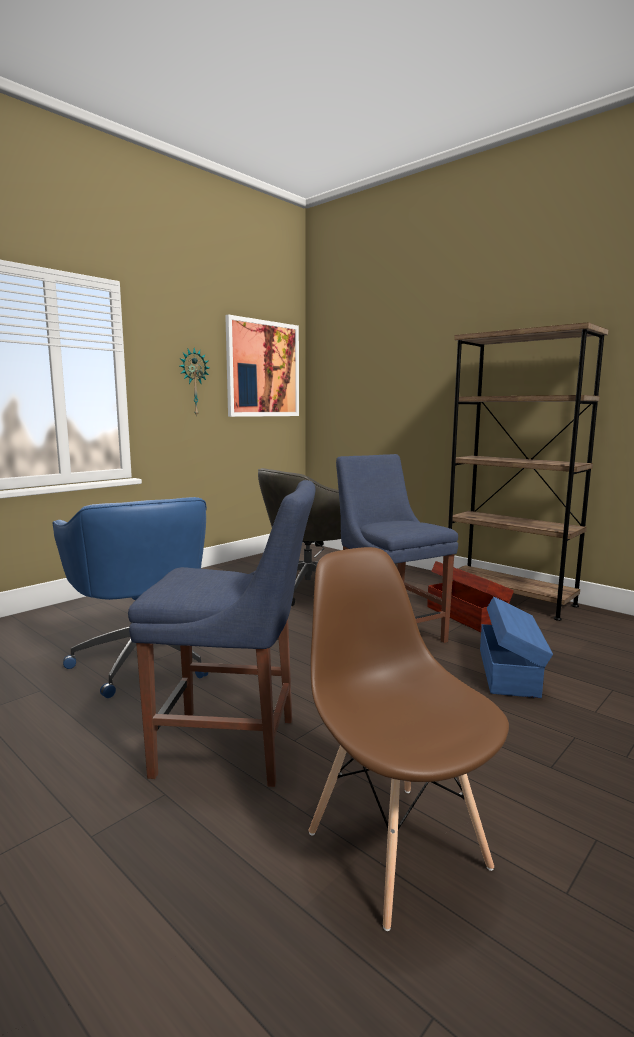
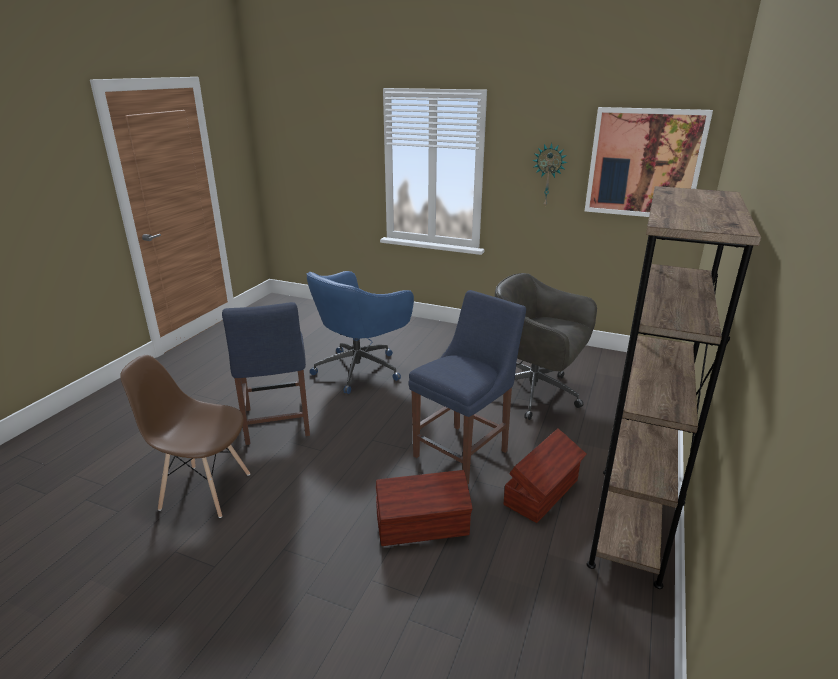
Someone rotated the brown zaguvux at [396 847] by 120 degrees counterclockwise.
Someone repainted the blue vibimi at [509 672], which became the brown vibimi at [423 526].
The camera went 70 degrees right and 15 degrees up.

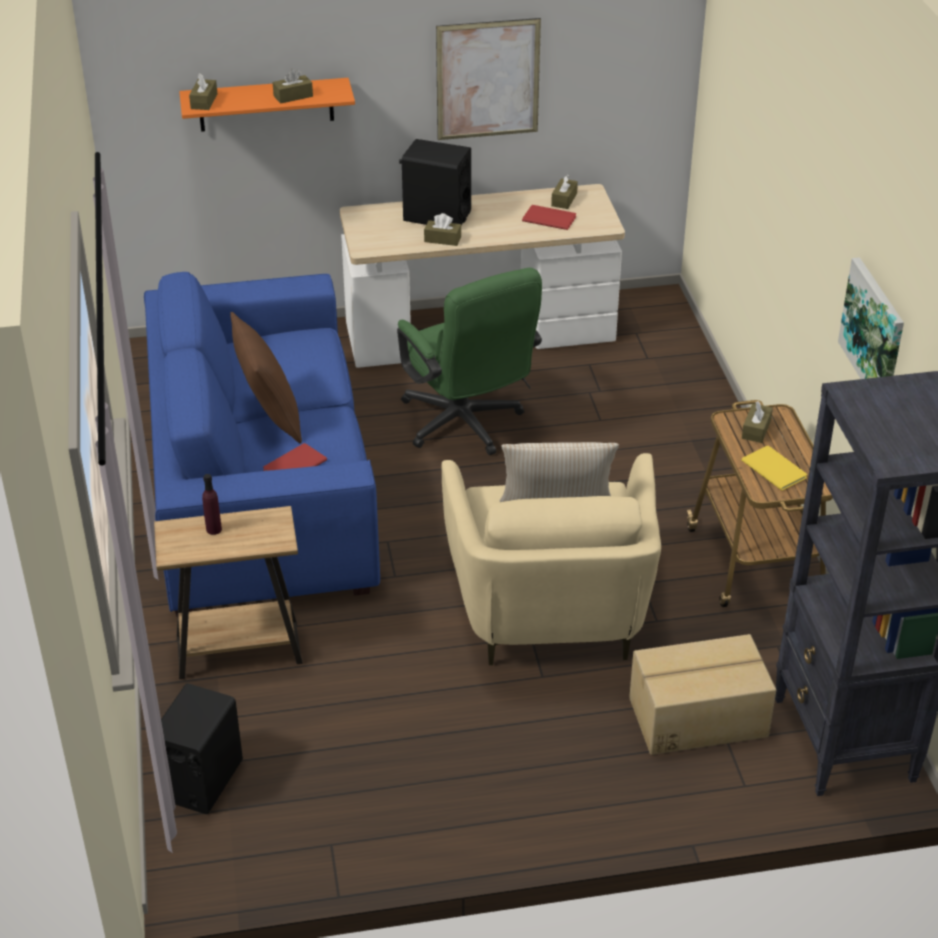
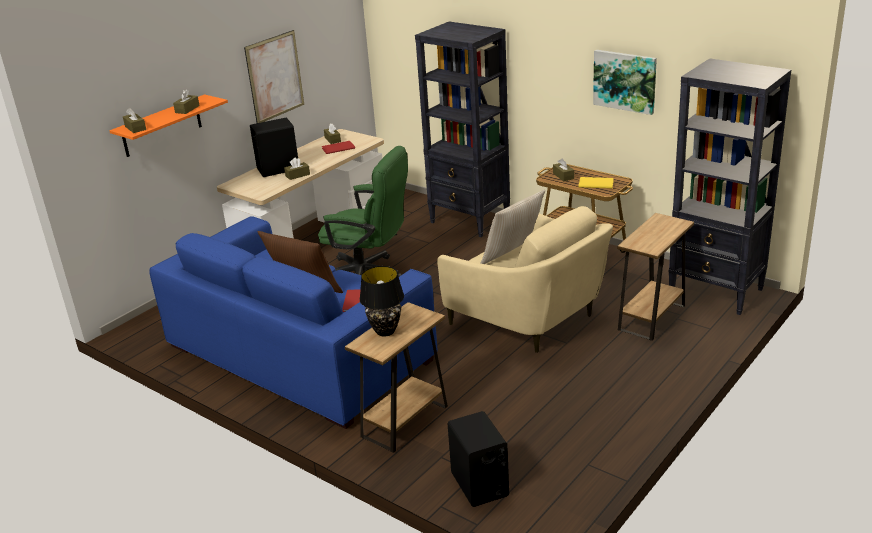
Someone swapped the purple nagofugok at [214 529] for the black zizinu at [385 331].
Someone swapped the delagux at [697 716] for the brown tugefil at [651 317].
Someone put down the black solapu at [470 220].
The camera went 40 degrees left and 10 degrees down.

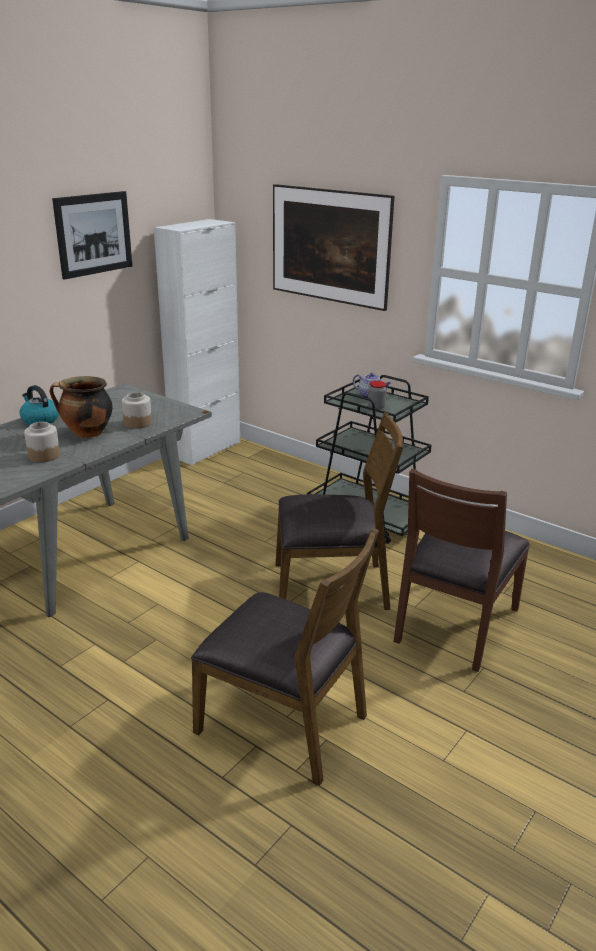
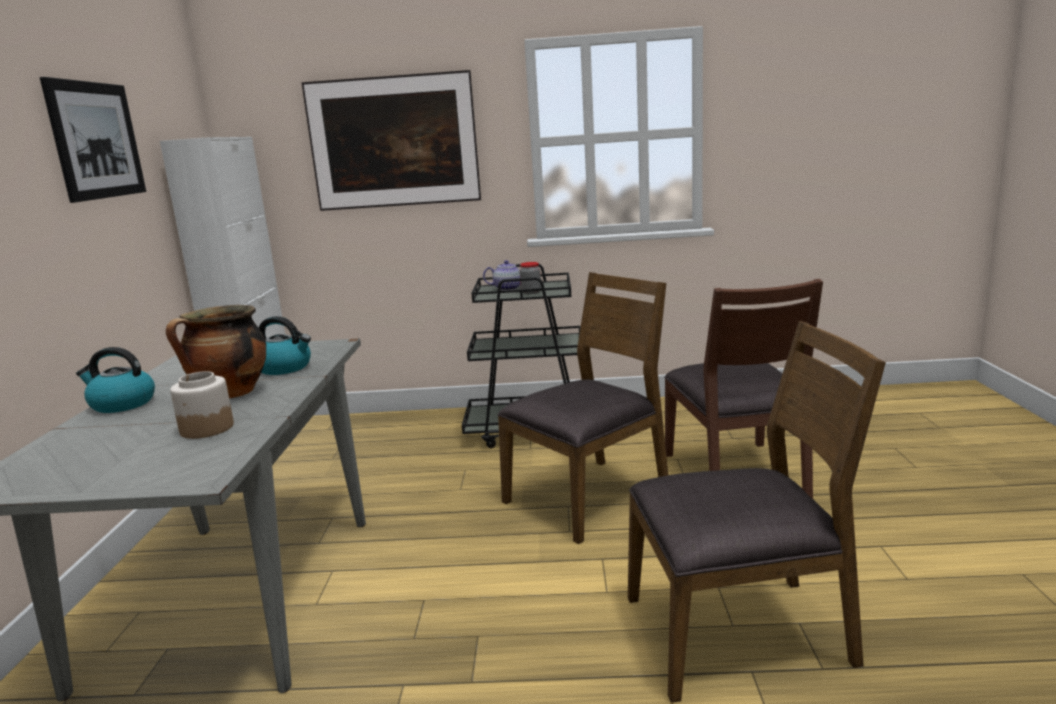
Someone swapped the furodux at [138 423] for the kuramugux at [285 368].
The camera went 35 degrees left and 10 degrees down.

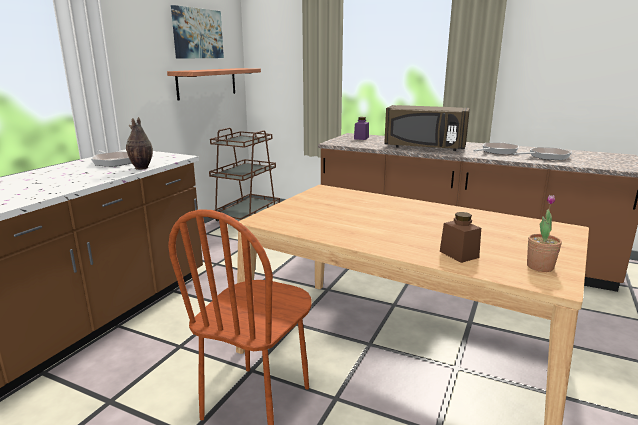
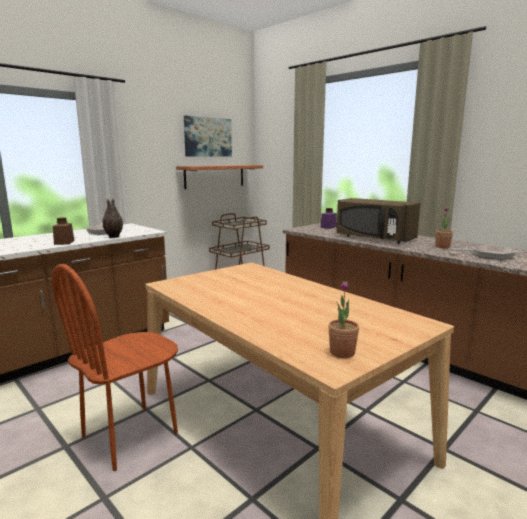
Someone carried the brown furodux from [459 254] to [64 242].
Someone swapped the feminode at [497 151] for the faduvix at [442 247].
The camera went 20 degrees right and 5 degrees down.

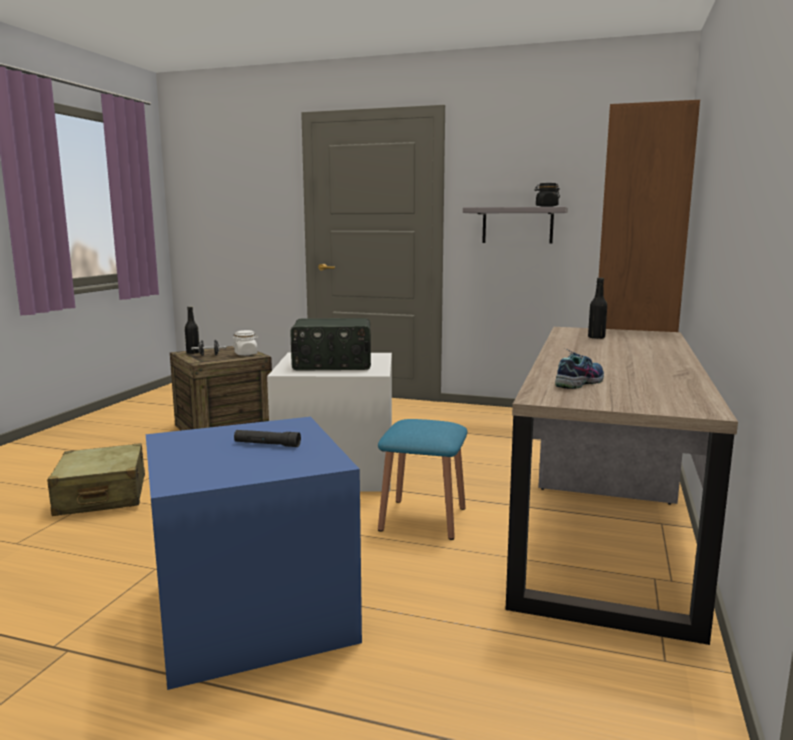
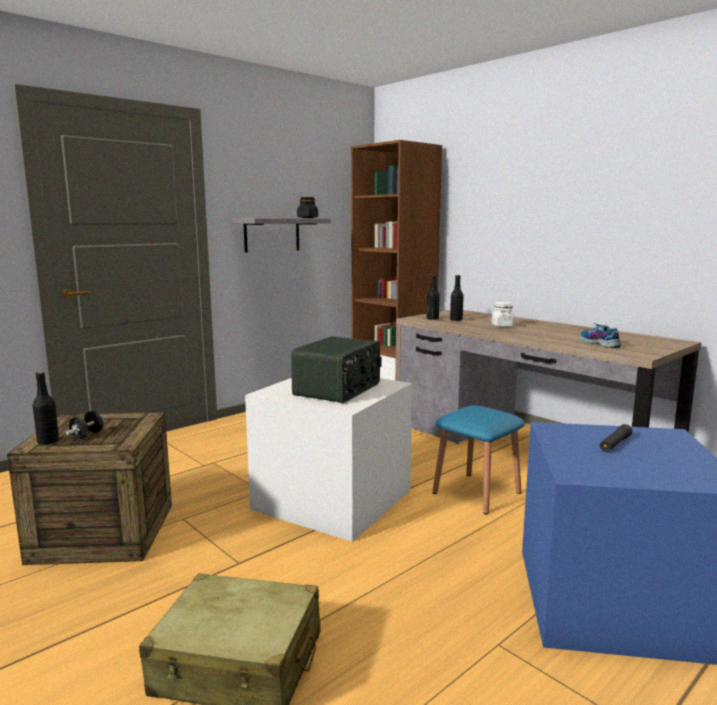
Someone carried the white furodux from [246 354] to [502 325].
Someone put down the black nagofugok at [432 319].
The camera went 60 degrees left and 0 degrees up.

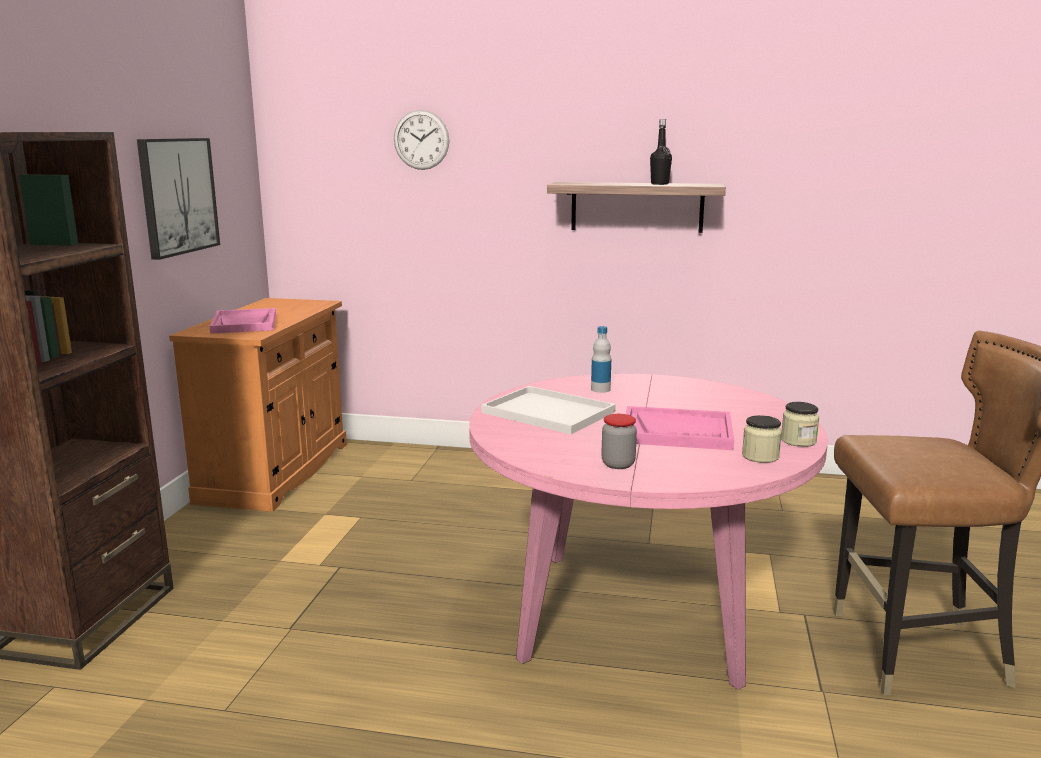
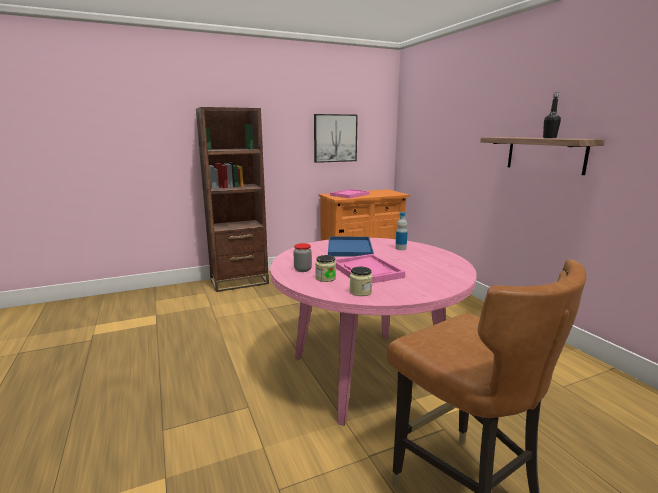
Someone took away the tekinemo at [421 140].
Someone repainted the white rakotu at [551 412], which became the blue rakotu at [350 248].
Someone carried the furodux from [798 441] to [325 278].
The camera went 55 degrees right and 0 degrees up.

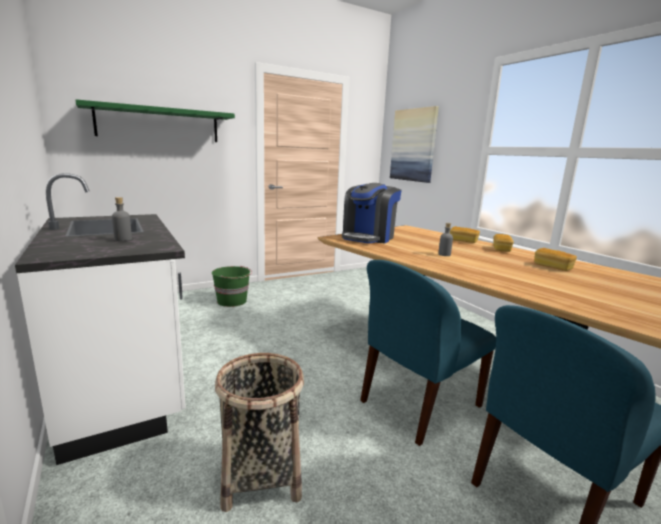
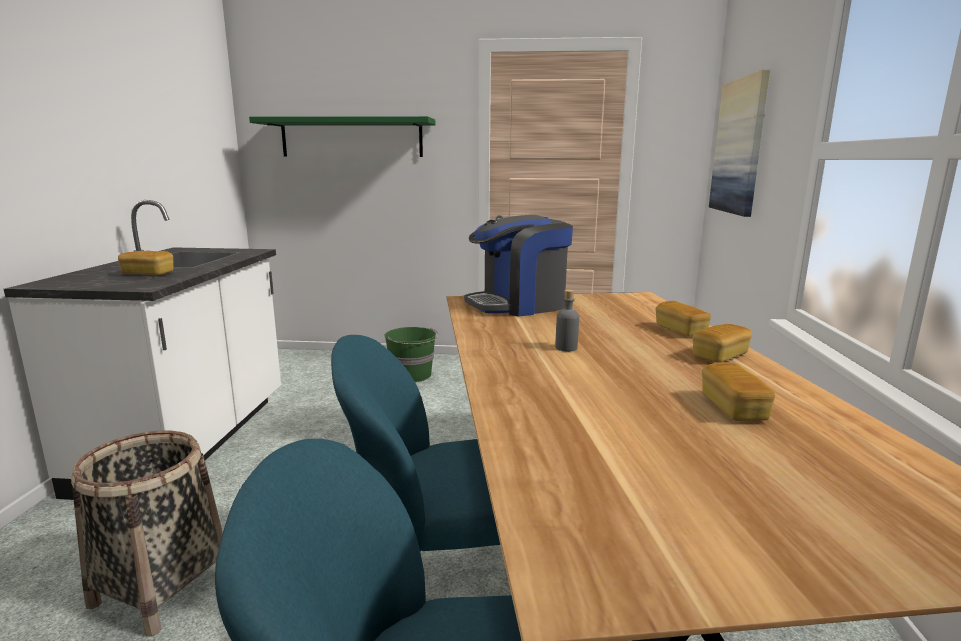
Someone swapped the grey nagofugok at [123 239] for the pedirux at [148 274].
The camera went 35 degrees right and 0 degrees up.

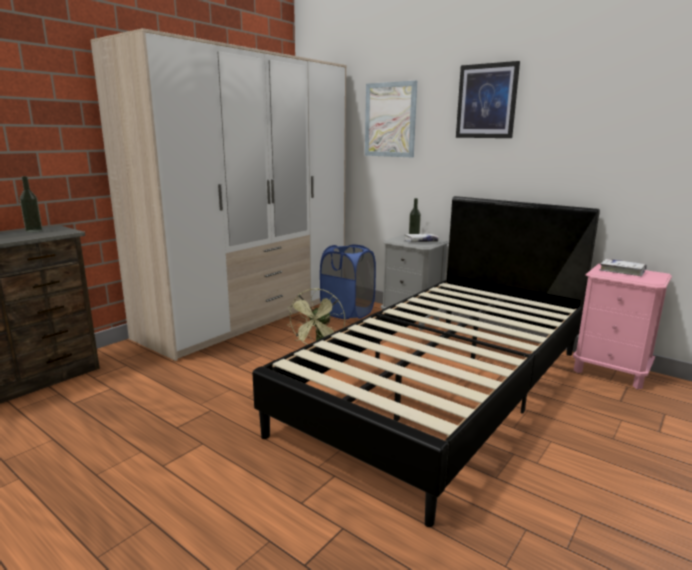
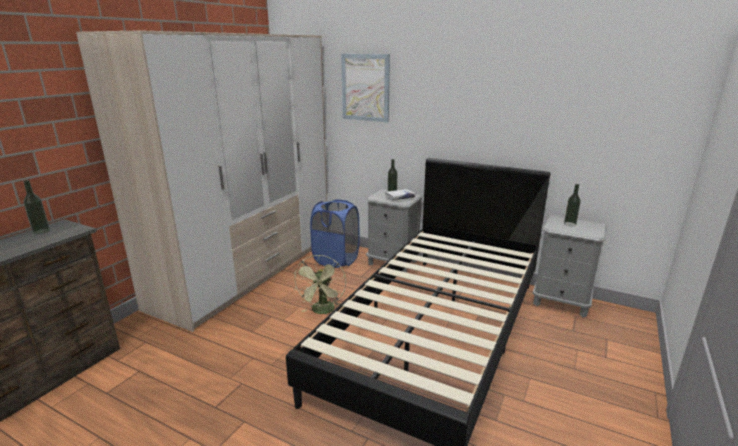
Someone took away the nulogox at [486 101].
Someone repainted the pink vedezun at [611 372], which became the grey vedezun at [561 302].
Someone swapped the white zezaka at [622 271] for the nagofugok at [569 224].
The camera went 10 degrees left and 5 degrees up.

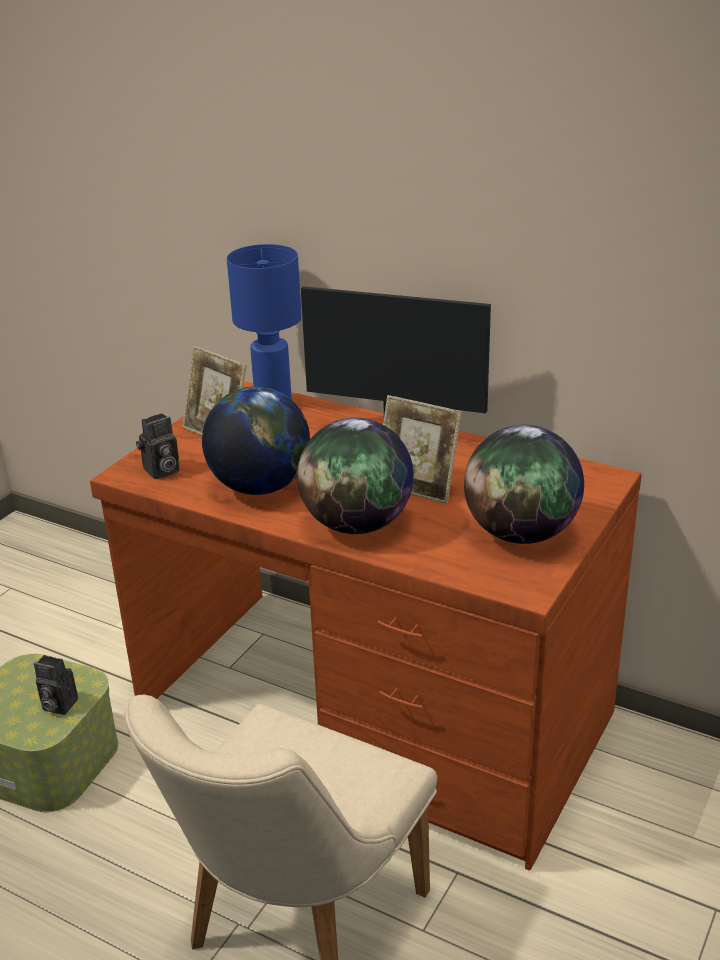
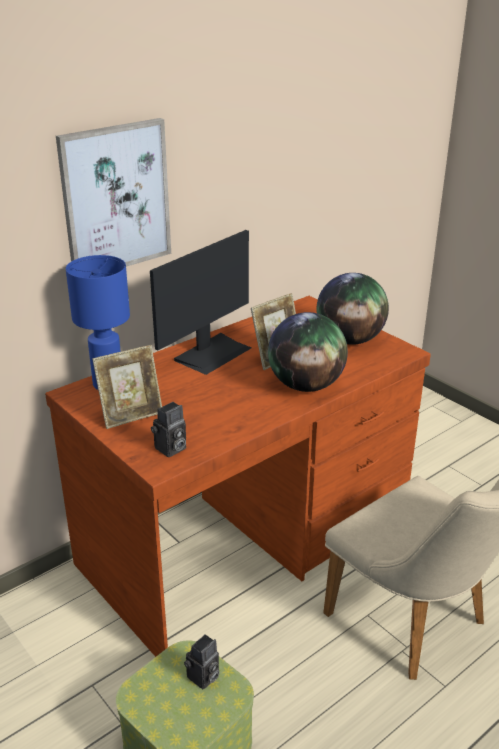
Someone rotated the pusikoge at [161 471] by 60 degrees clockwise.
Someone took away the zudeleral at [260 487].
Someone put up the nulogox at [116 198].
The camera went 70 degrees left and 0 degrees up.

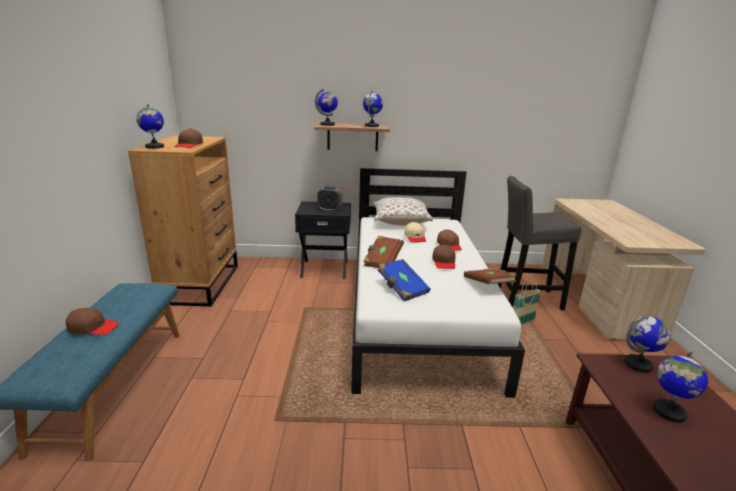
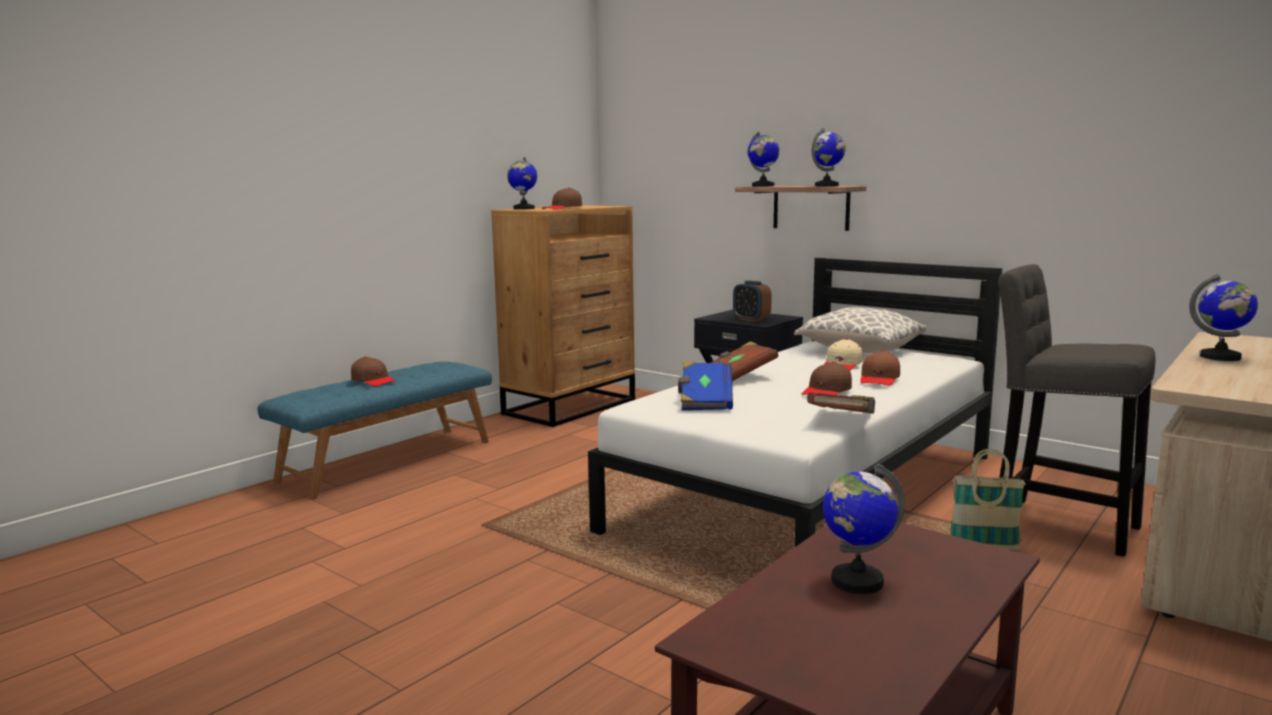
Someone carried the zudeleral from [638 365] to [1220 357].
The camera went 40 degrees right and 10 degrees down.

